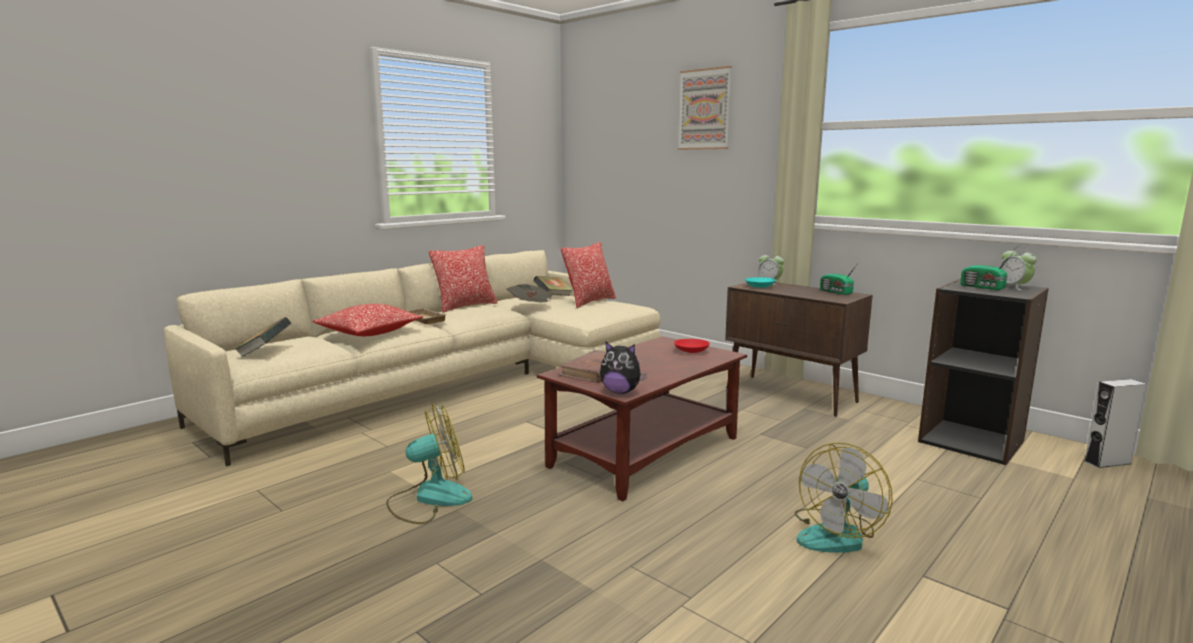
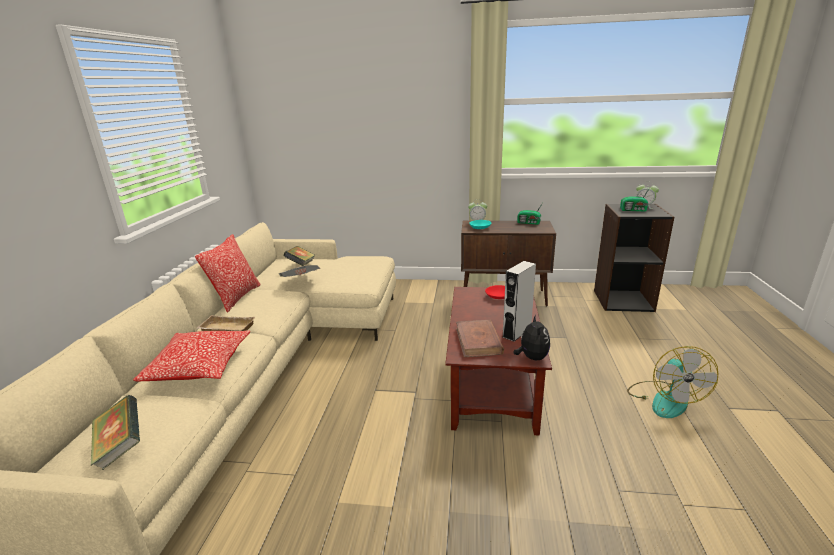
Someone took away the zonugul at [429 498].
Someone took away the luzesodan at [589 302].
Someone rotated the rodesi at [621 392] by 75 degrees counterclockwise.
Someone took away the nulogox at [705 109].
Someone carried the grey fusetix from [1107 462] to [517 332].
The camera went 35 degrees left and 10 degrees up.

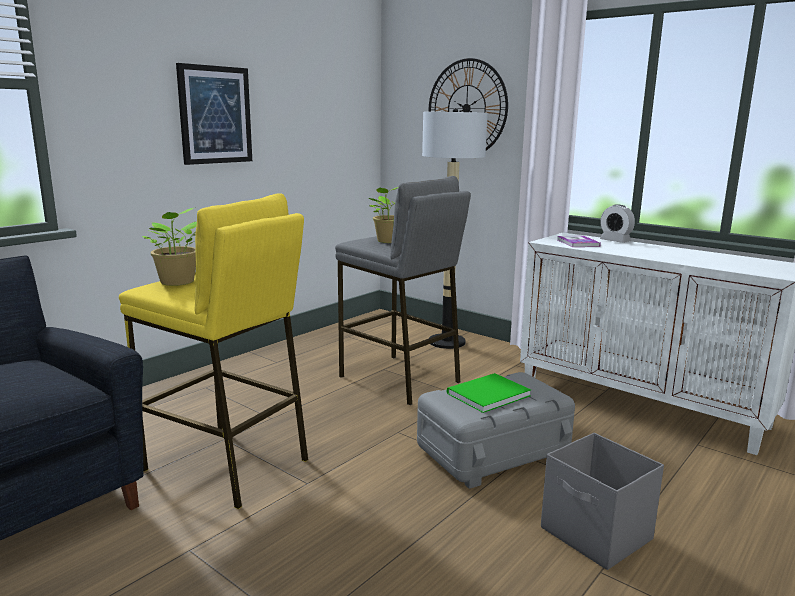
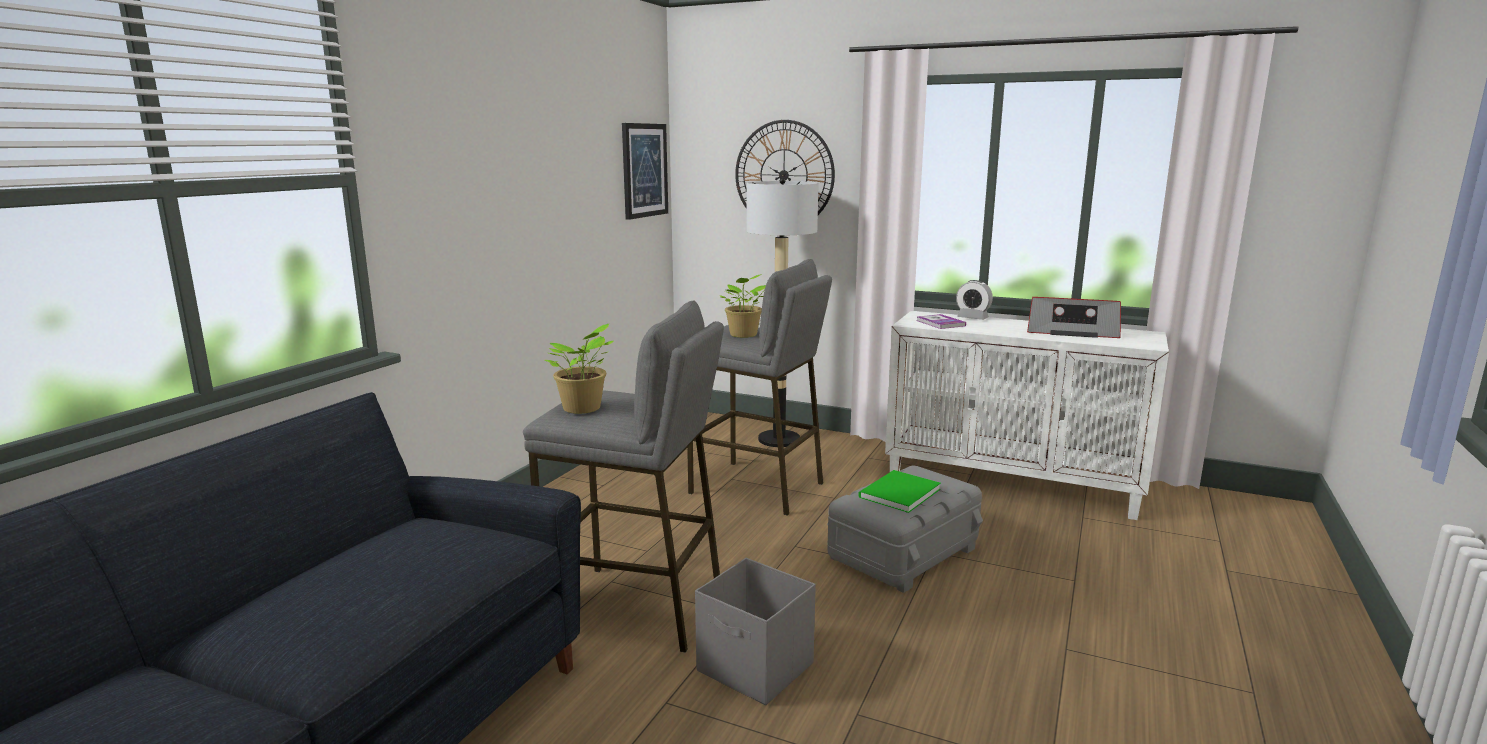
Someone repainted the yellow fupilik at [227 464], which became the grey fupilik at [636 608].
Someone carried the nulogox from [215 115] to [644 170].
Someone carried the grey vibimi from [596 535] to [756 669].
Someone put down the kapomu at [1071 331].
The camera went 15 degrees left and 0 degrees up.

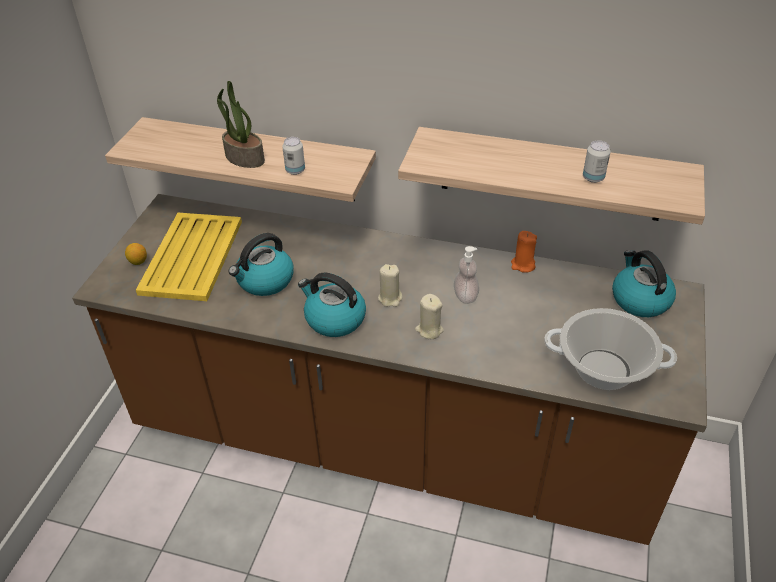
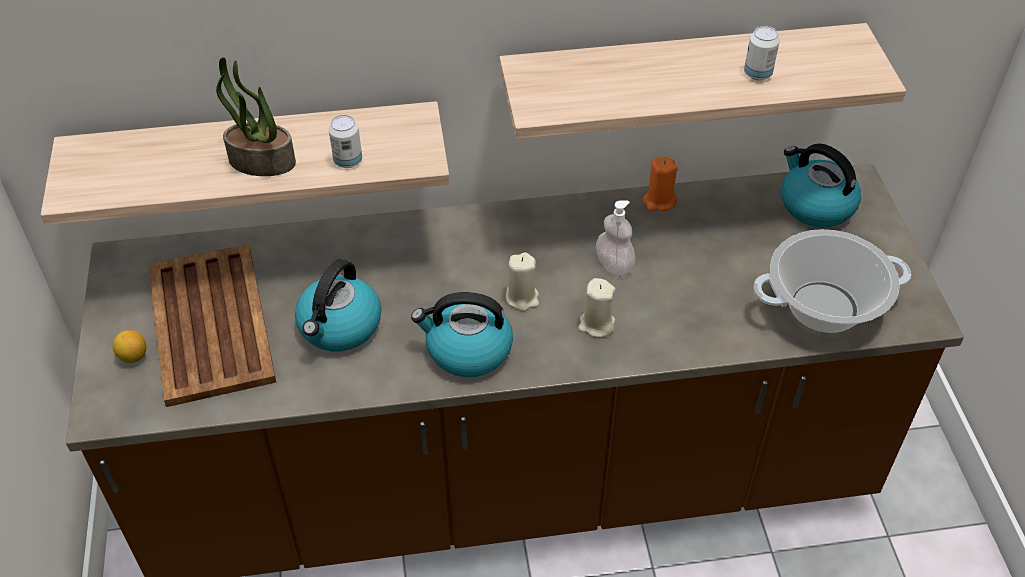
Someone repainted the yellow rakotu at [193 256], which became the brown rakotu at [211 322].
The camera went 25 degrees left and 5 degrees up.

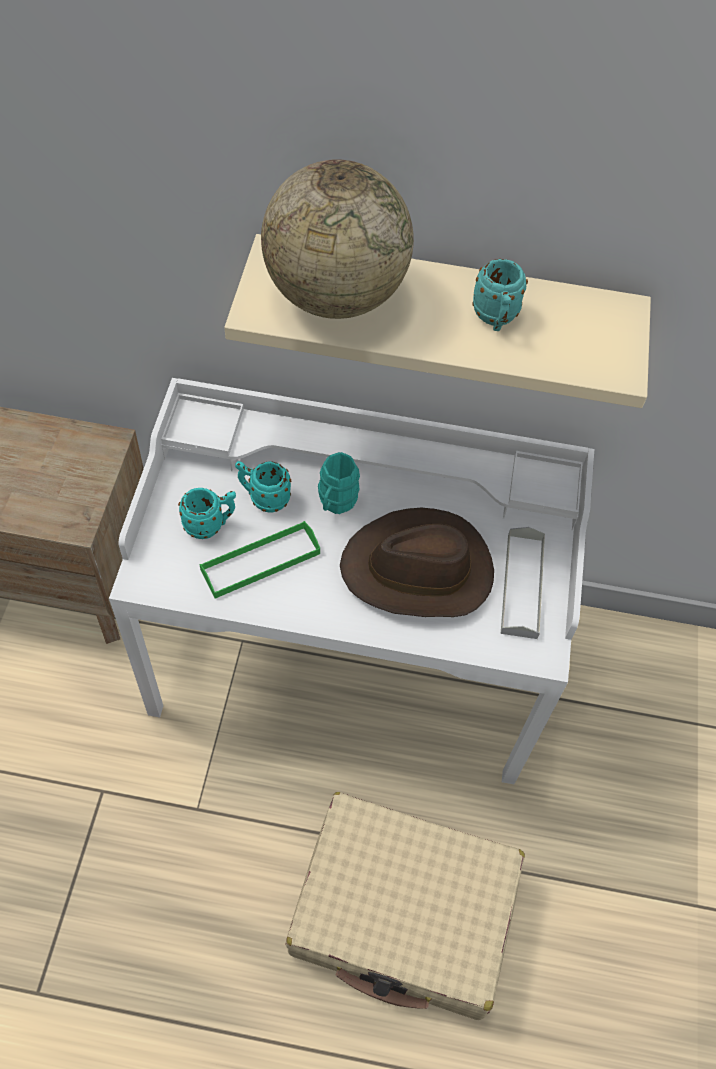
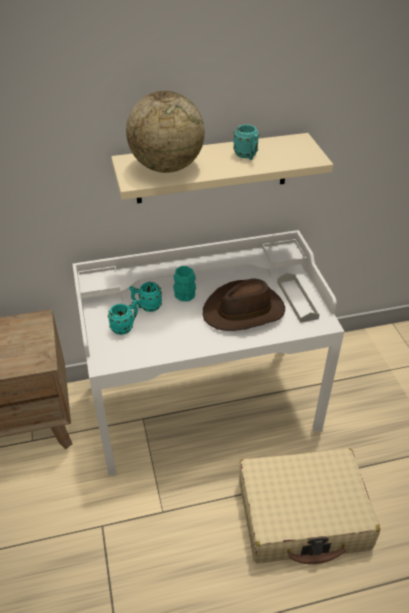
Someone took away the green rakotu at [260 562].
The camera went 20 degrees left and 15 degrees down.

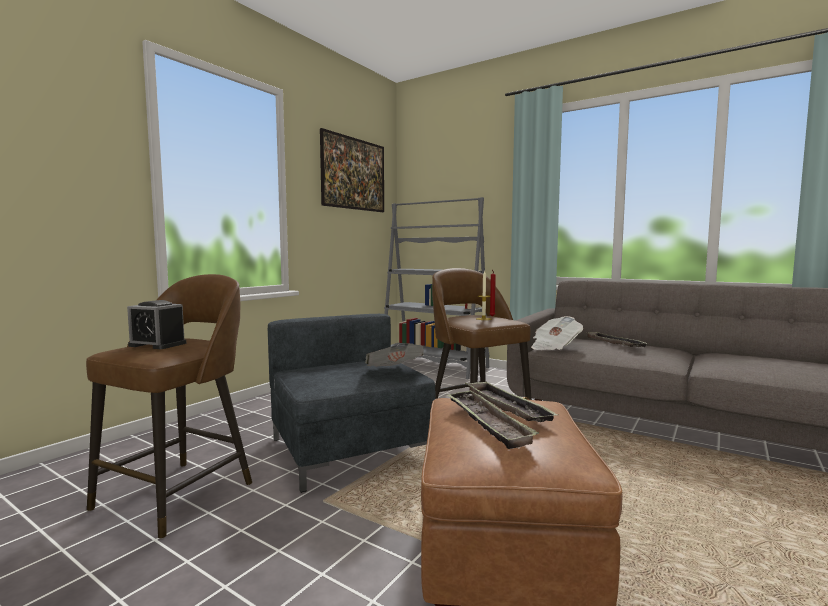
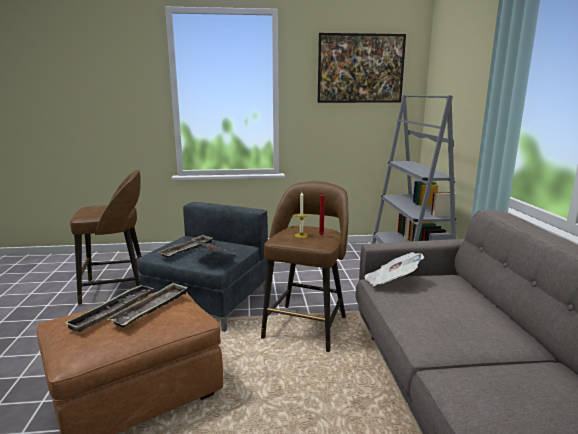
Someone took away the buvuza at [157 344].
Someone carried the rakotu from [614 343] to [187 249].
The camera went 50 degrees right and 10 degrees up.

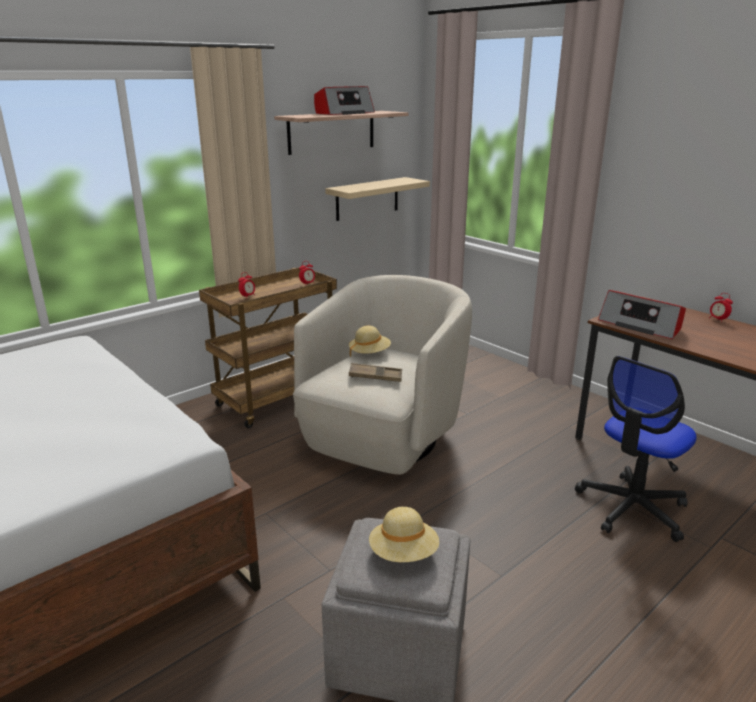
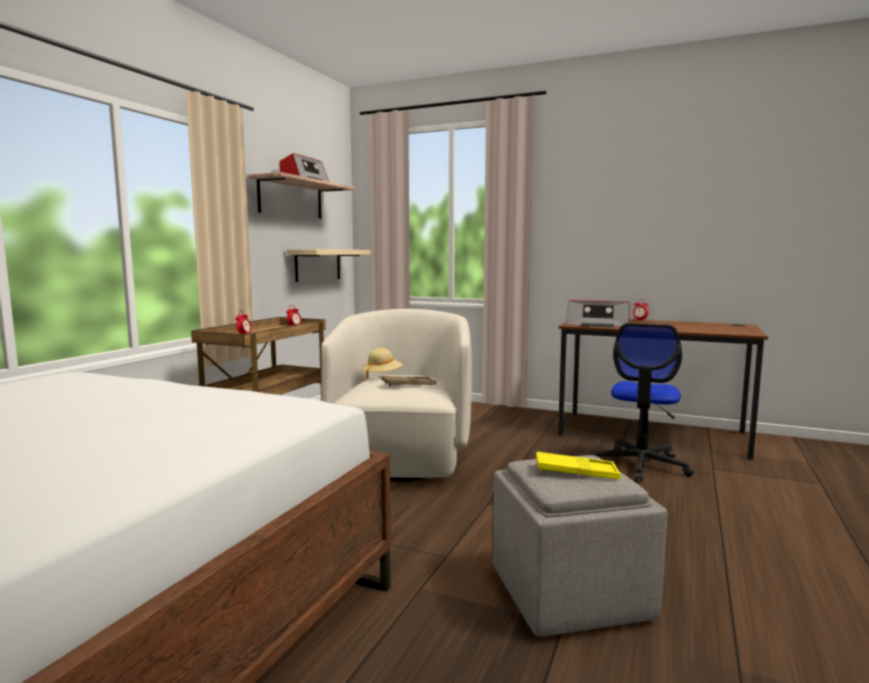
Someone swapped the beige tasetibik at [403 554] for the yellow rakotu at [576 472].
The camera went 25 degrees left and 15 degrees down.

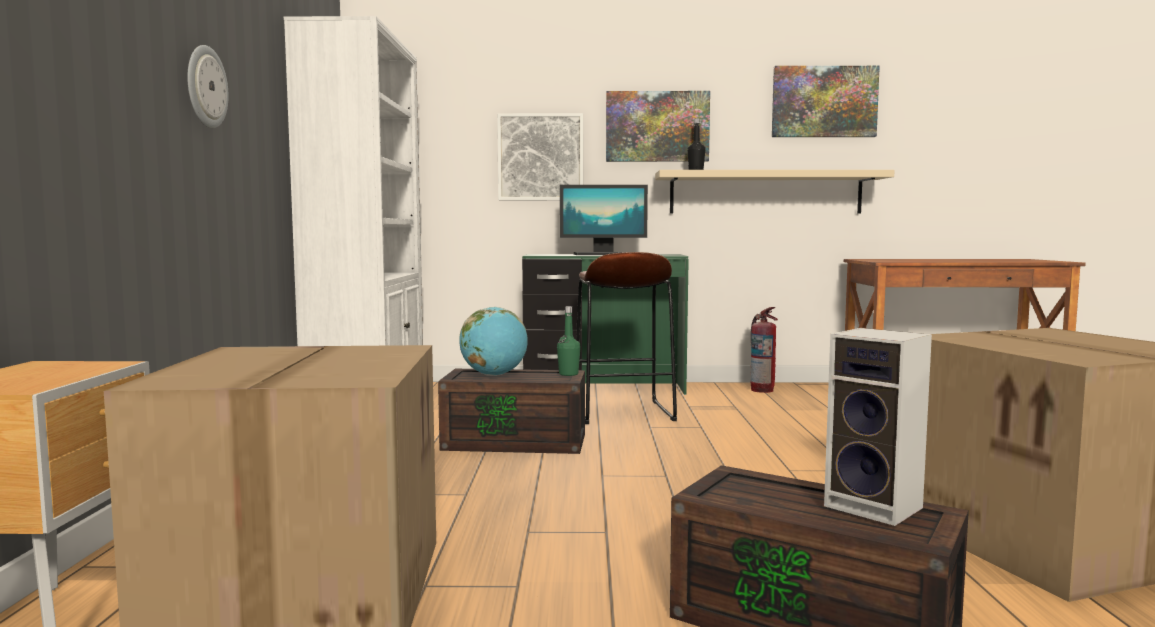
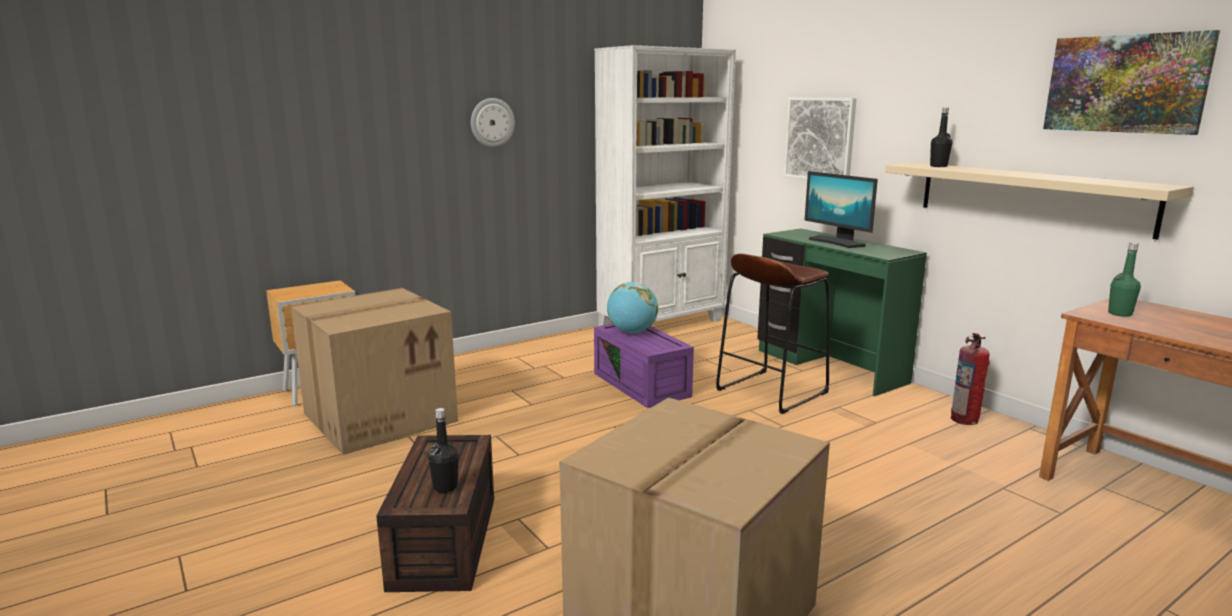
Someone repainted the brown vibimi at [517 441], which became the purple vibimi at [643 385].
Someone carried the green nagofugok from [568 374] to [1119 314].
Someone took away the nulogox at [657 127].
Someone swapped the fusetix at [877 507] for the black nagofugok at [445 487].
The camera went 55 degrees right and 10 degrees up.

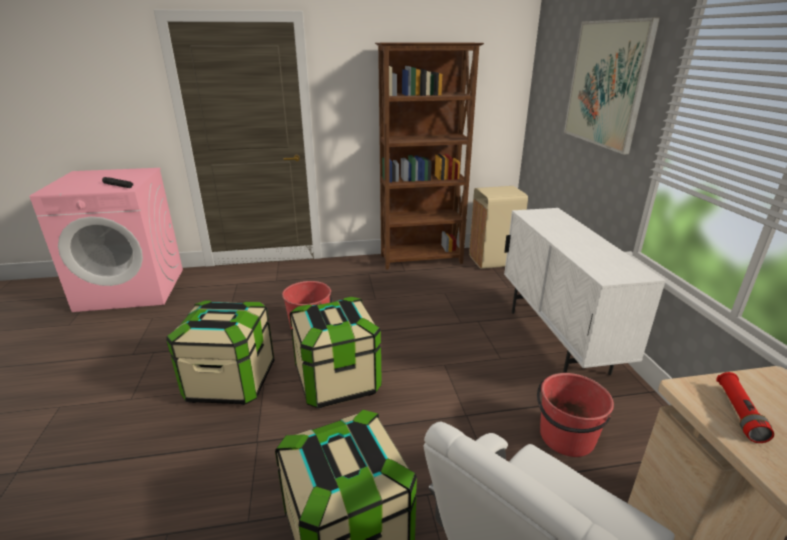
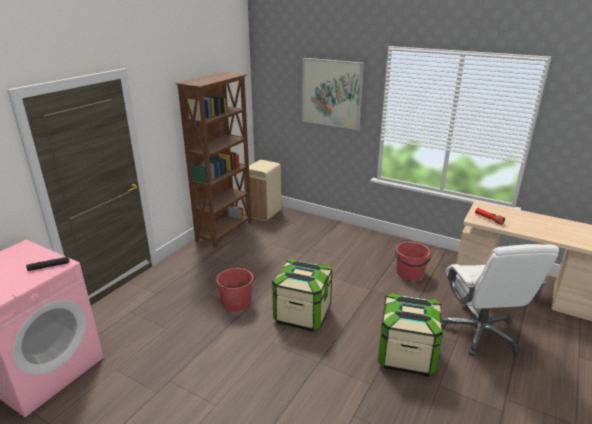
Someone took away the vibimi at [231 382].
Someone took away the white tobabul at [556 341].
The camera went 50 degrees left and 0 degrees up.

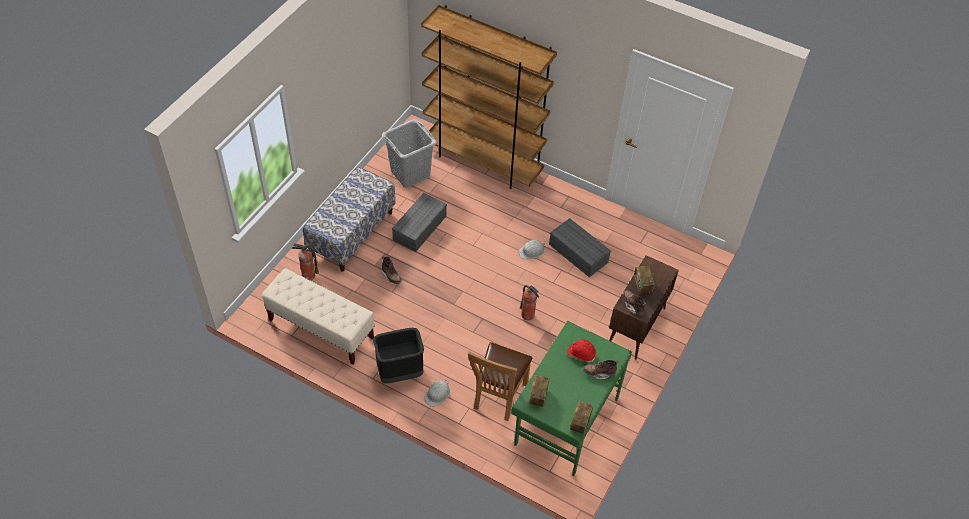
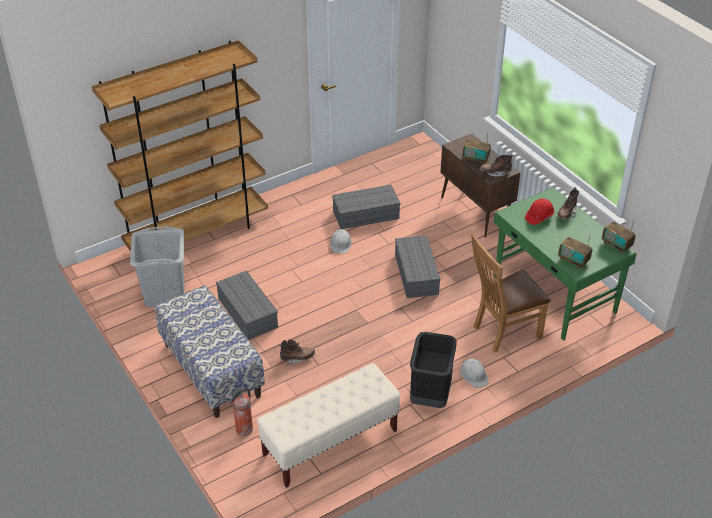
Someone rotated the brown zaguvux at [498 398] by 105 degrees clockwise.
Someone swapped the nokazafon at [528 315] for the grey vibimi at [417 275].
The camera went 60 degrees left and 10 degrees down.

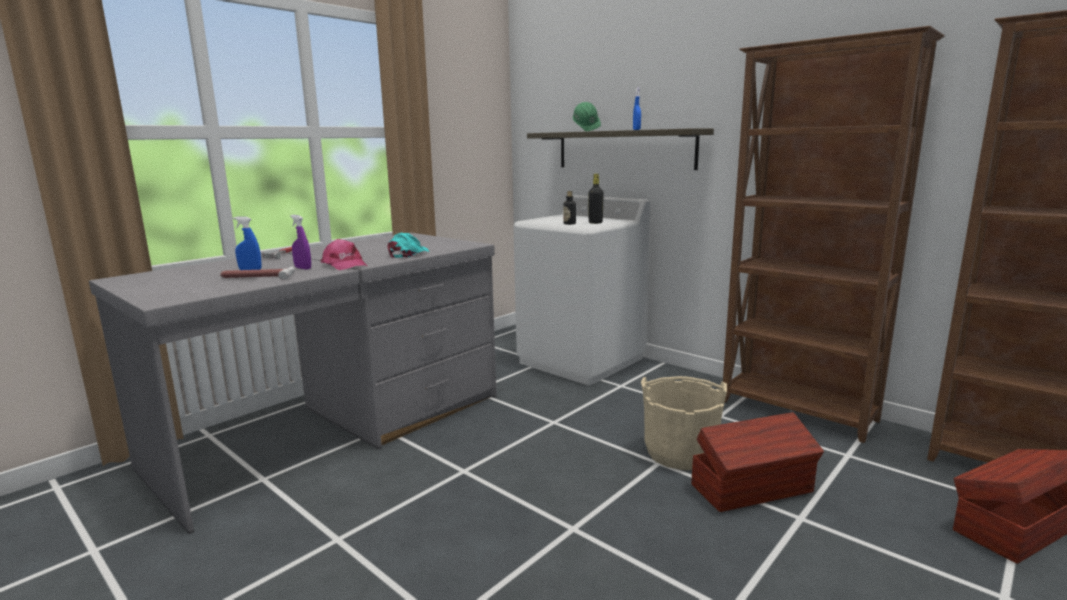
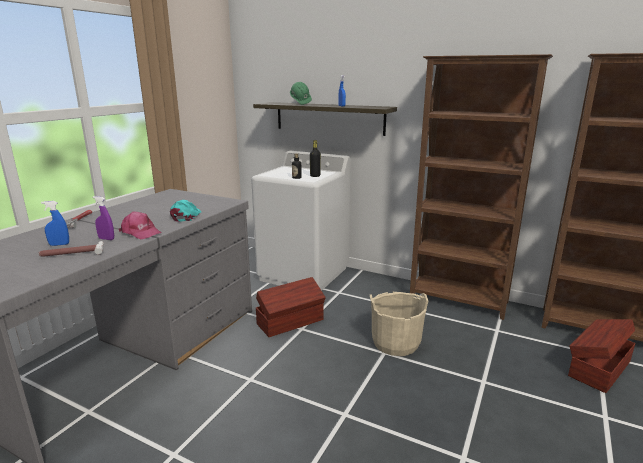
Someone carried the brown vibimi from [753 489] to [291 322].
The camera went 15 degrees left and 5 degrees up.

